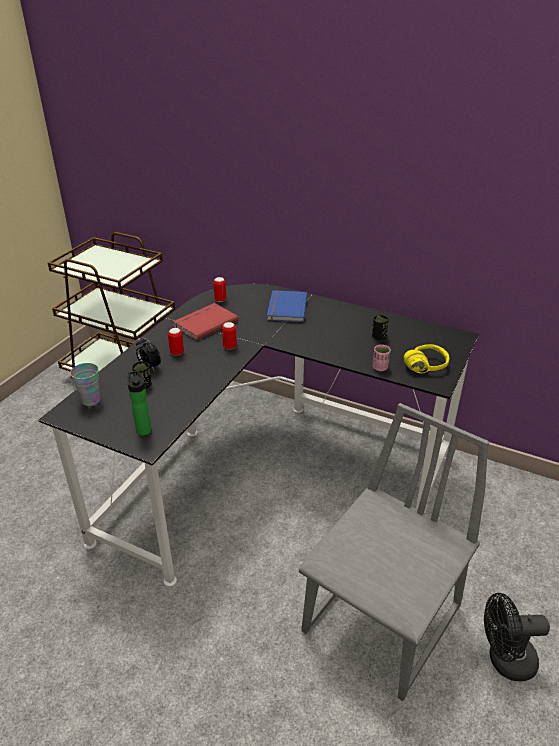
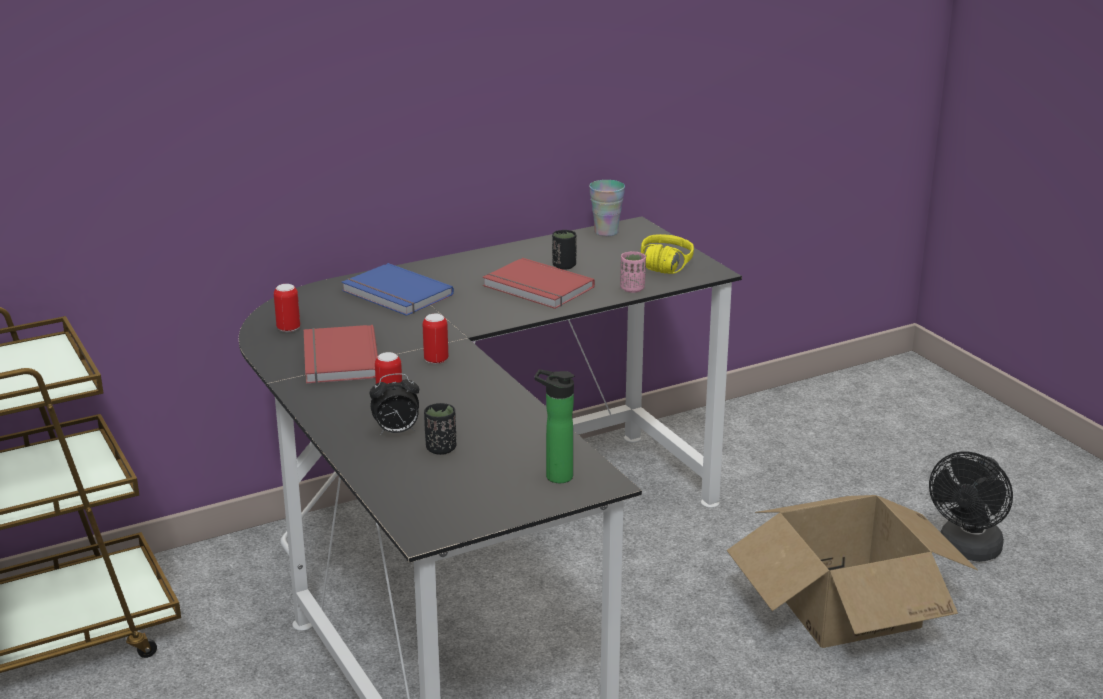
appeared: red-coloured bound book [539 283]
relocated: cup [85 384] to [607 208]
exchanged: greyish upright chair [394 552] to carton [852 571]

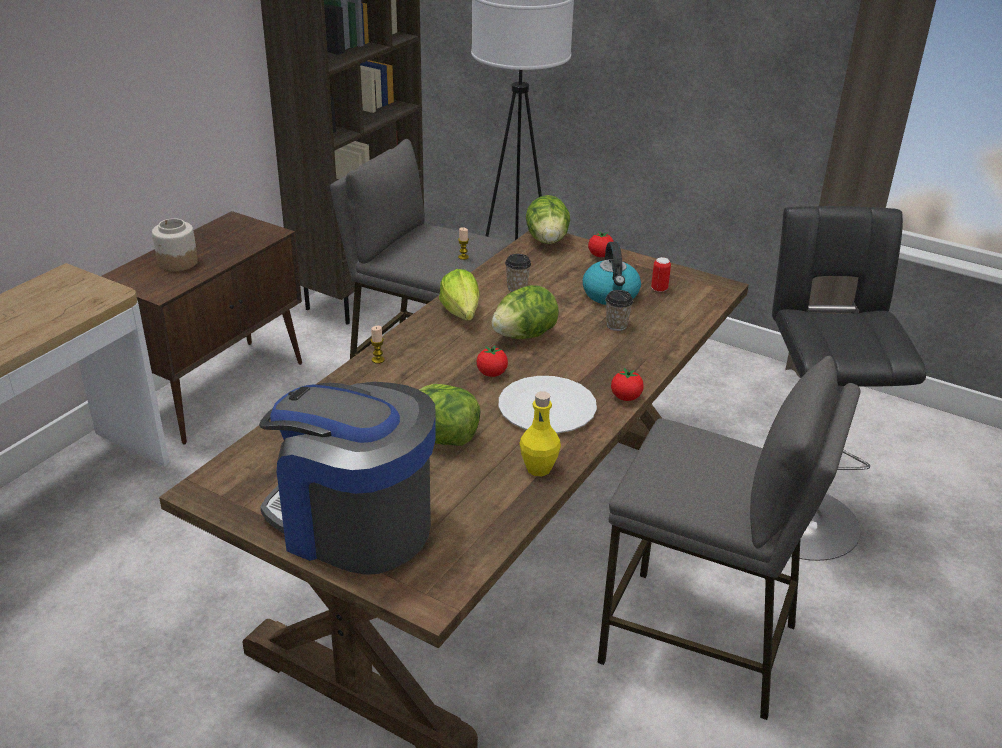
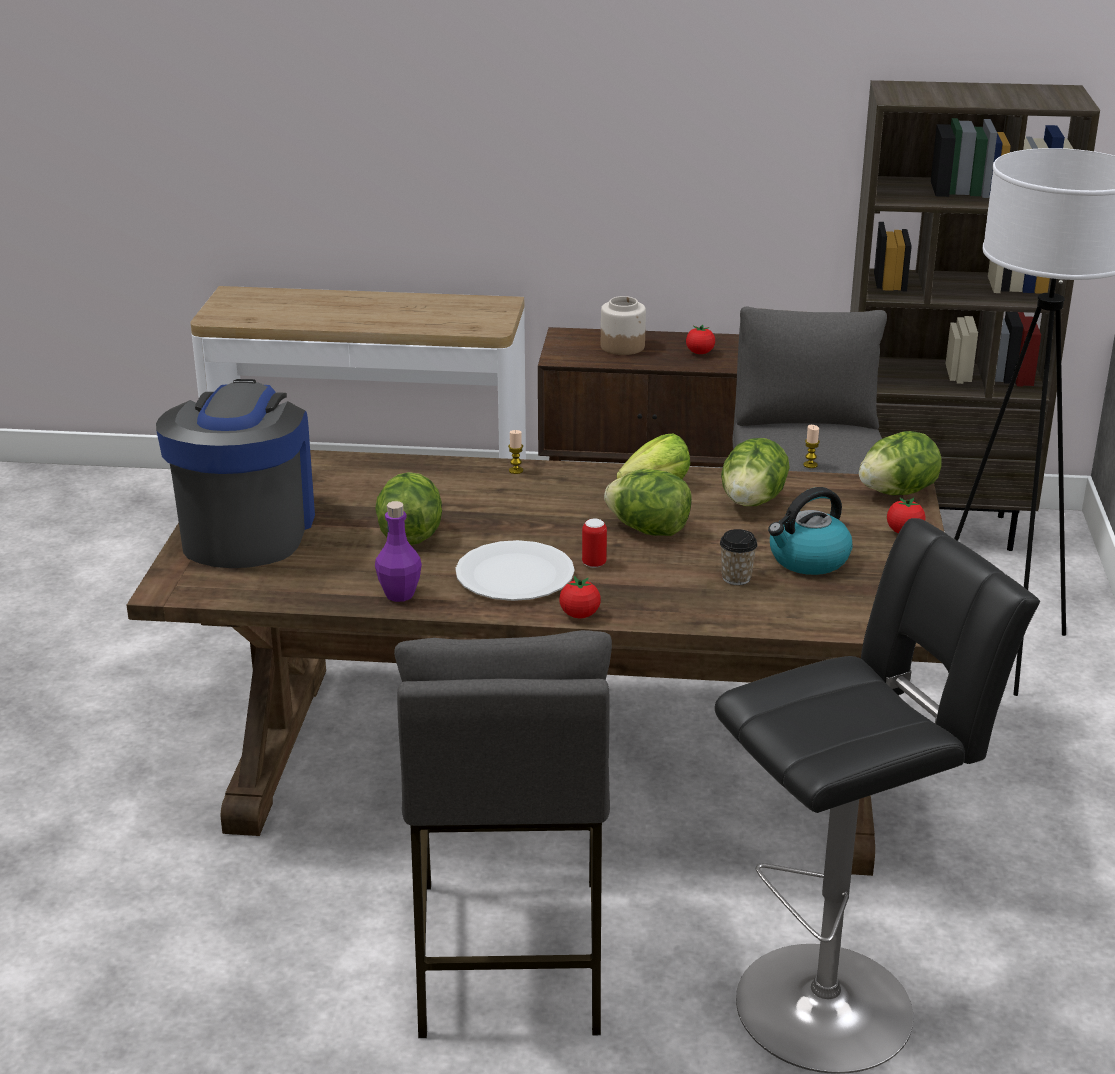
relocated: fresh tomato [492 361] to [700 339]; sealed can [661 274] to [594 543]
exchanged: cup [518 273] to lettuce [755 472]
colour: yellow drink bottle [540 433] to purple drink bottle [398 551]

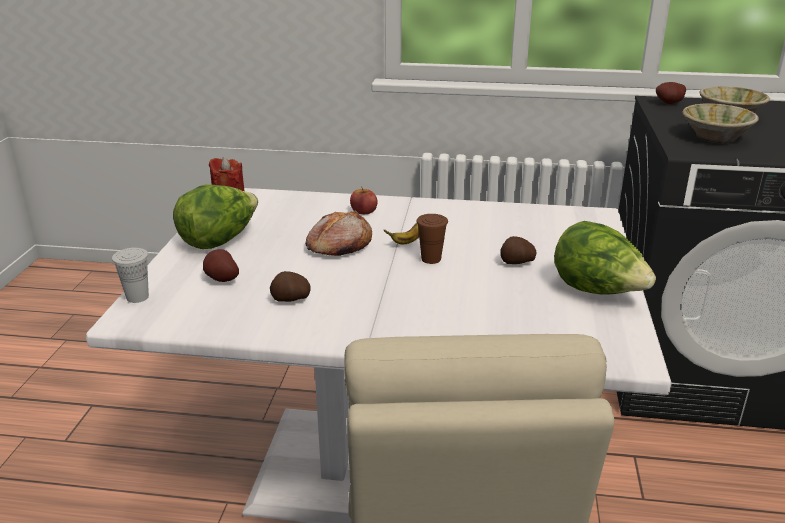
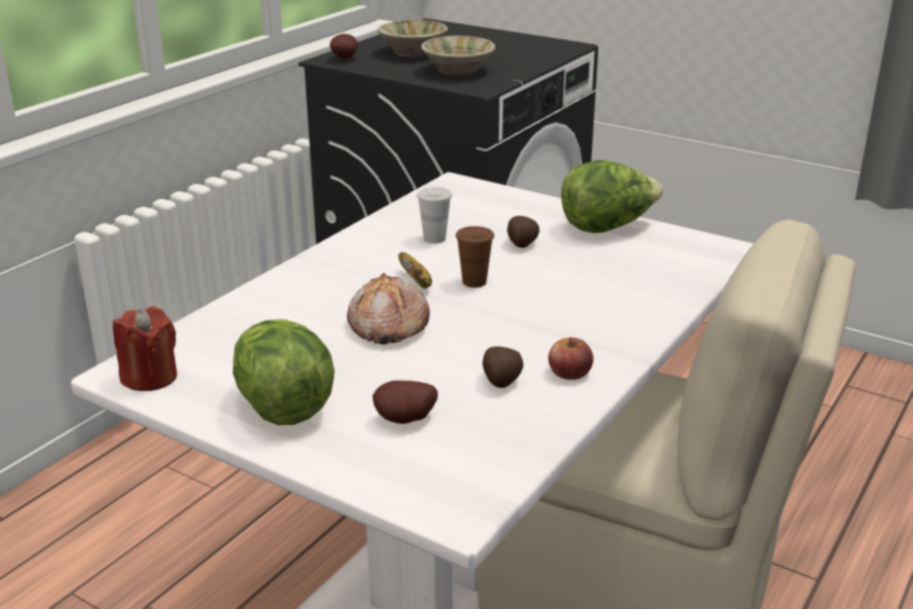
relocated: whitish cup [130 275] to [434 215]; whole apple [364 200] to [570 358]

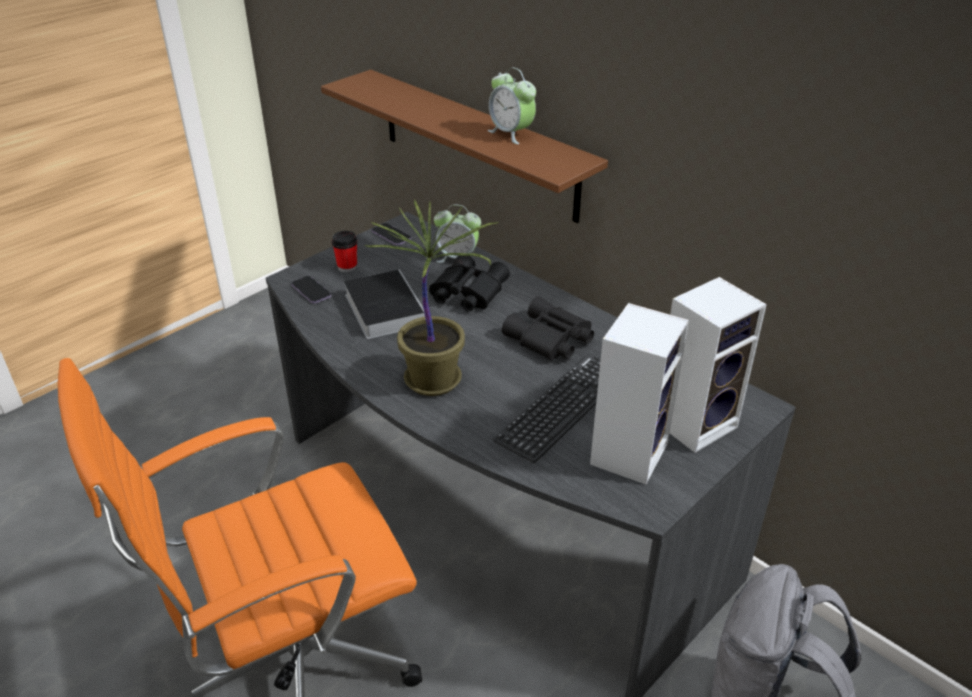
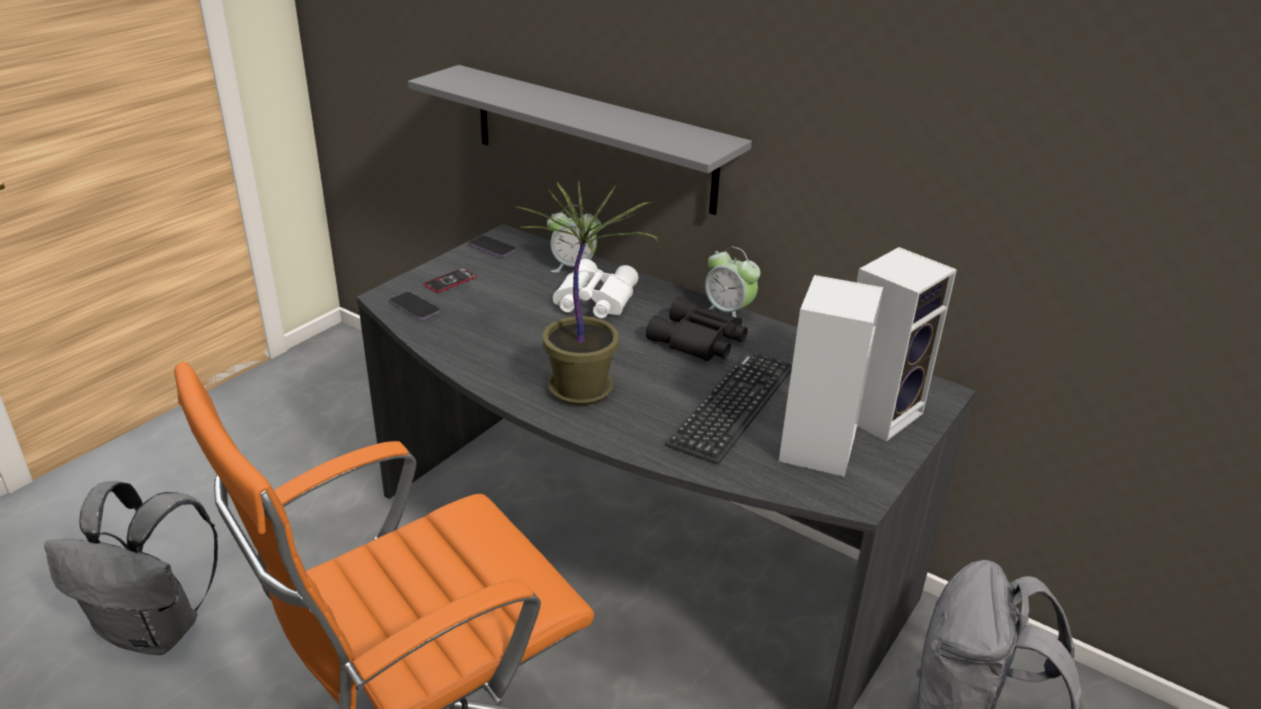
missing: bound book [384 304]
appeared: greyish backpack [131 568]
relocated: table clock [512 105] to [732 282]
exchanged: cup [345 251] to phone [450 280]
colour: brown wall shelf [464 146] to greyish wall shelf [580 140]; blackish field glasses [469 283] to whitish field glasses [595 288]

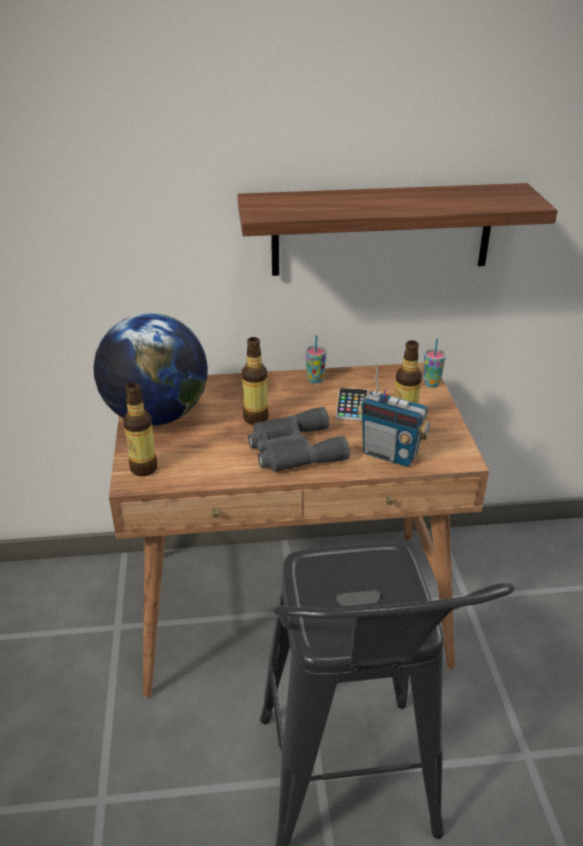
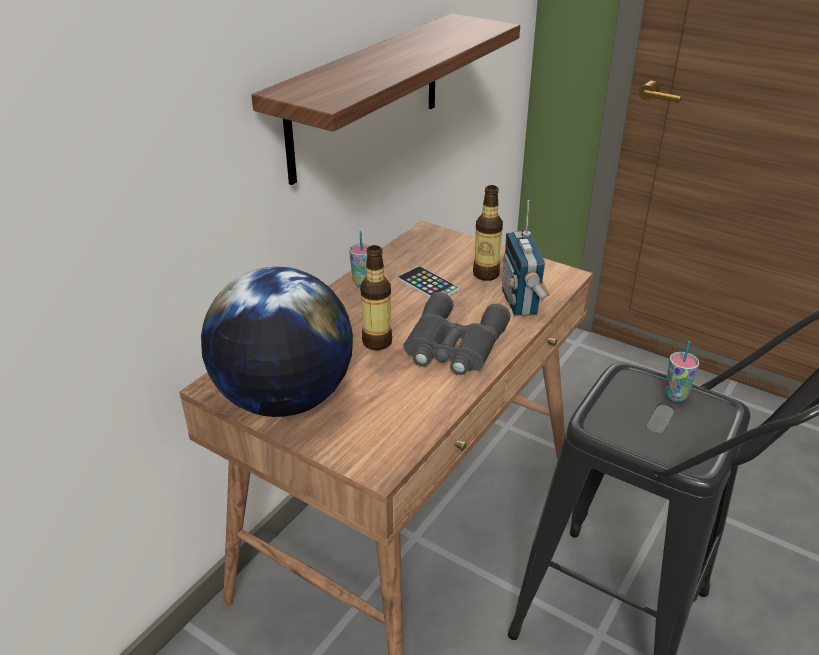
missing: drink bottle [140 429]
relocated: cup [434 362] to [682 371]
spun: radio [393 415] = [526 258] 105 degrees clockwise

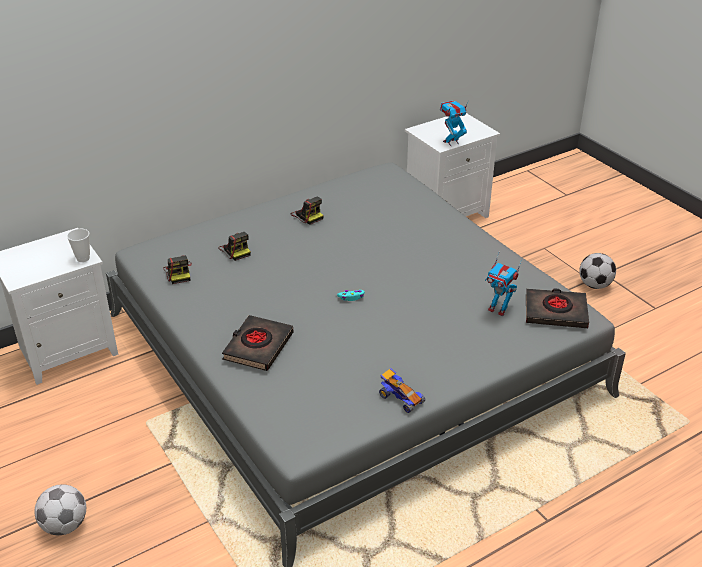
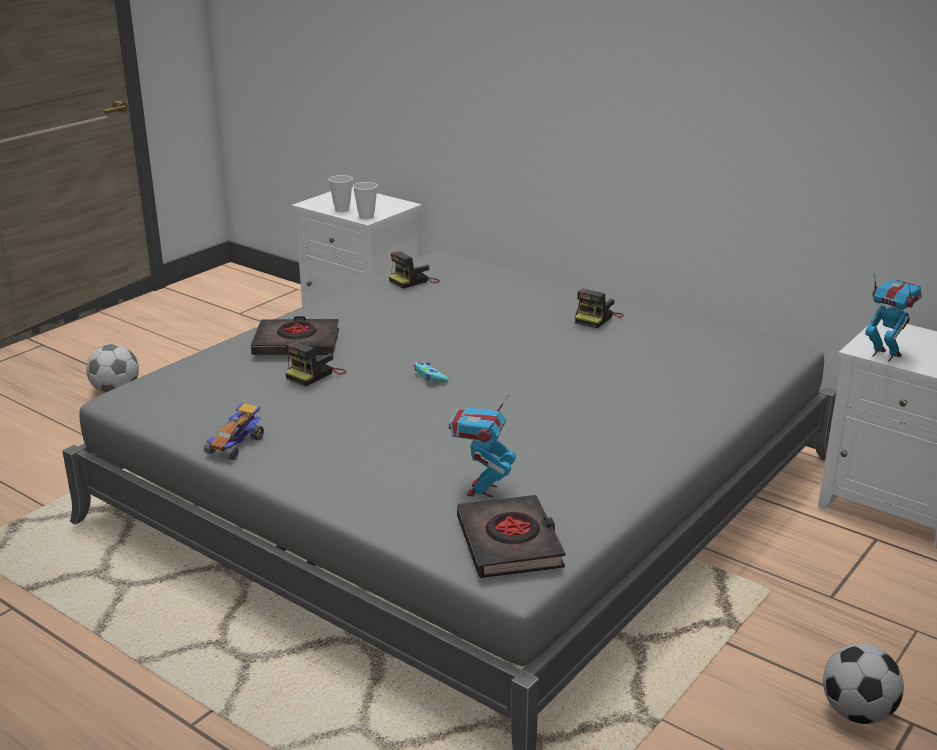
appeared: cup [340 193]
relocated: still camera [234 246] to [315 363]

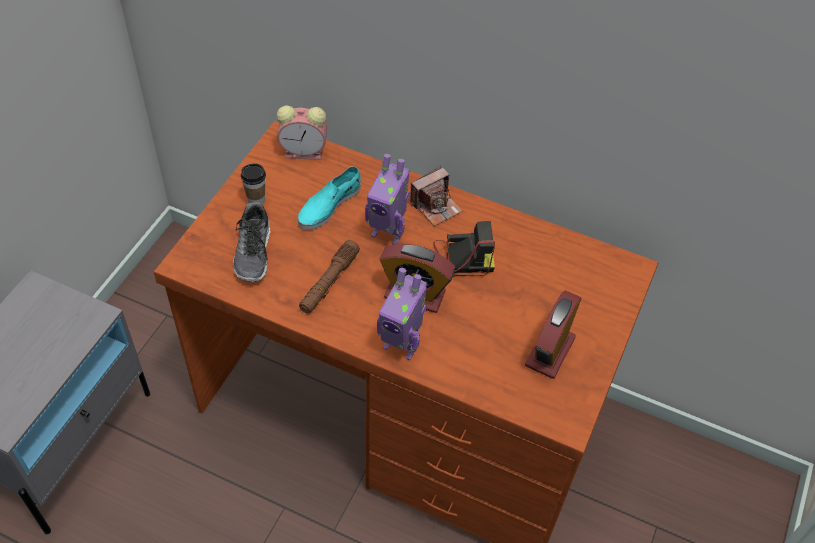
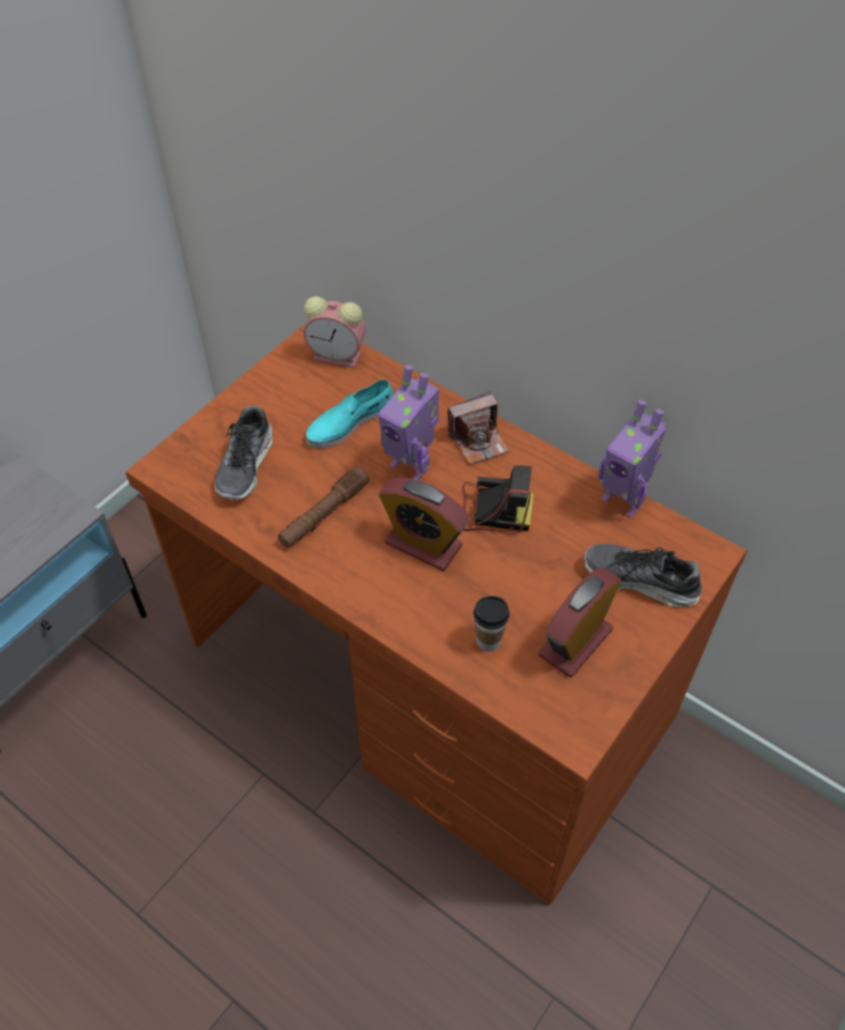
appeared: item of footwear [643 575]
relocated: cup [253 184] to [491 623]; model robot [402 314] to [632 458]

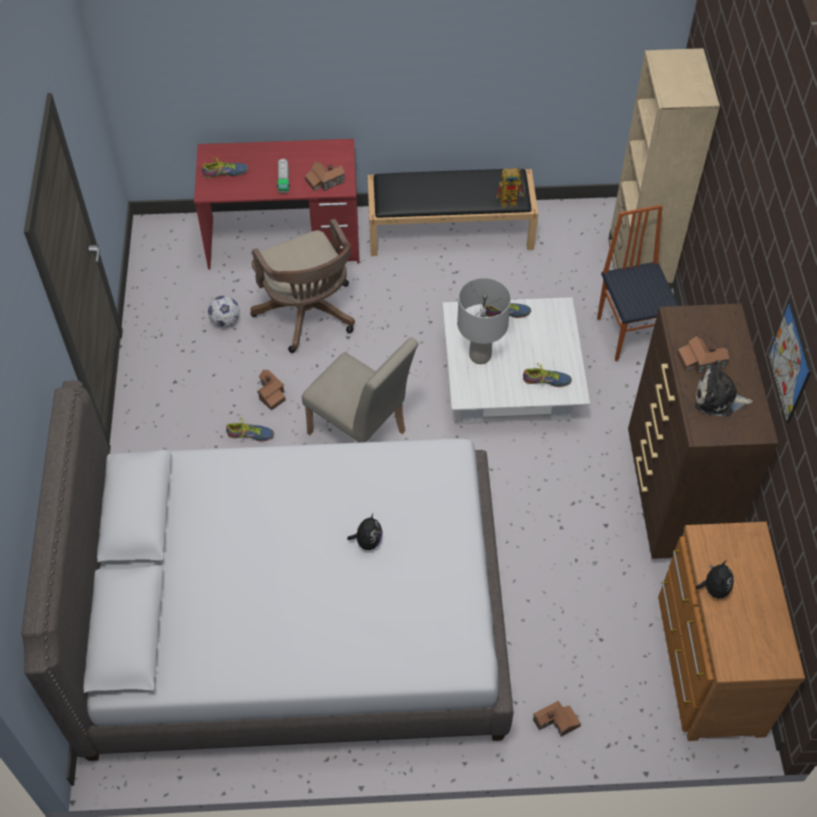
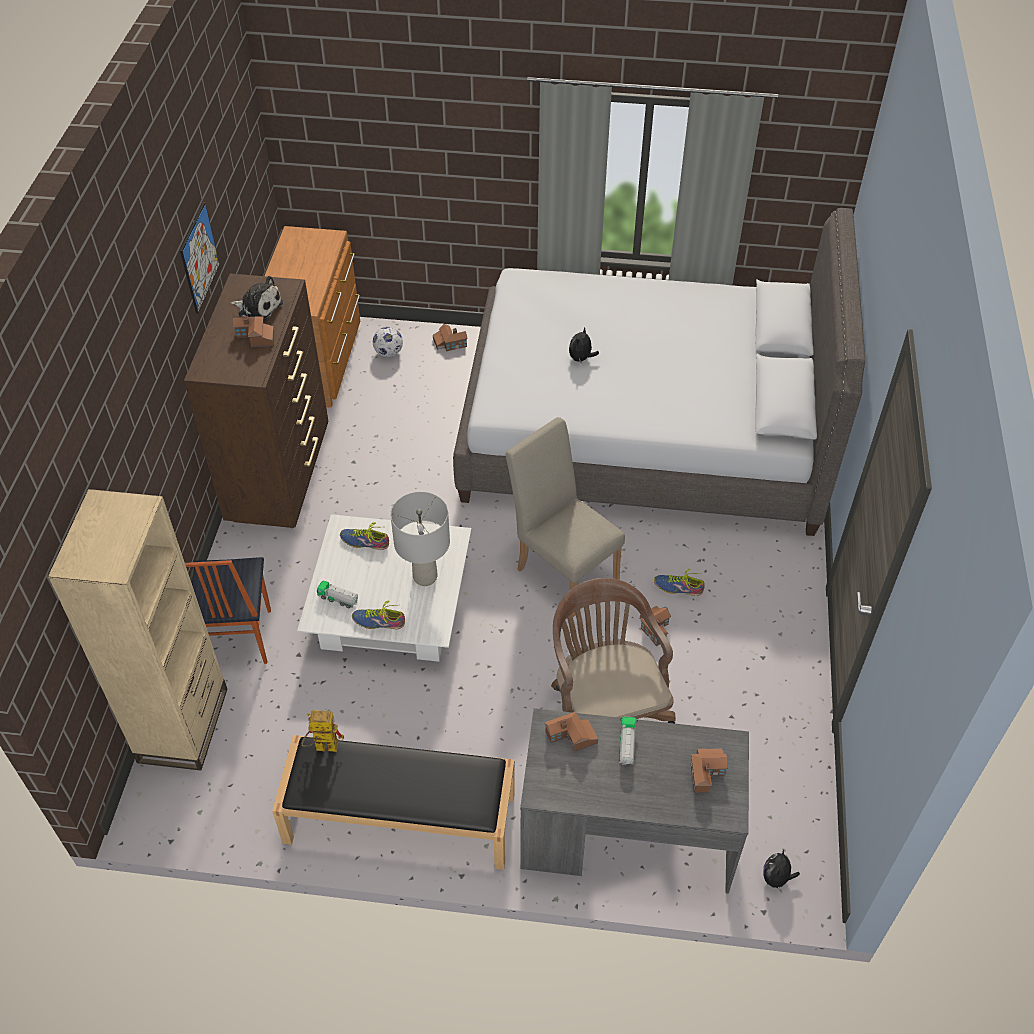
appeared: model truck [337 594]
relocated: ball for football [224 311] to [388 342]; soft toy [715 579] to [781 871]
exchanged: item of footwear [225 168] to toy house [709 771]
colour: red-coloured desk table [276 204] to greyish desk table [634 801]

